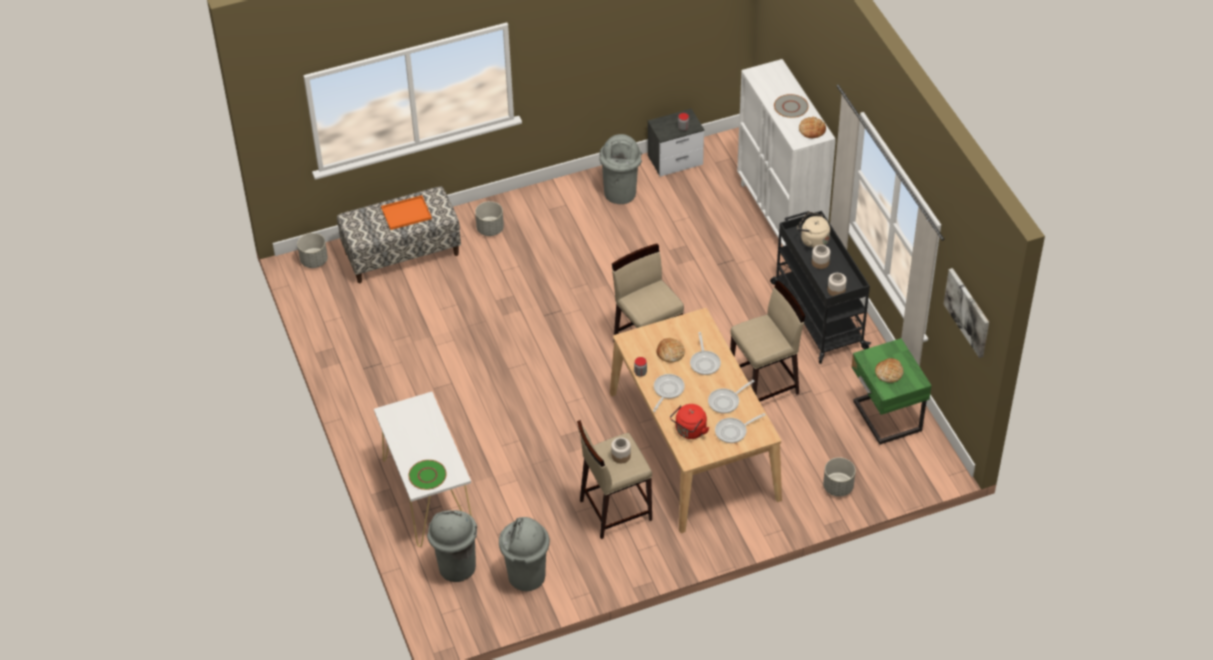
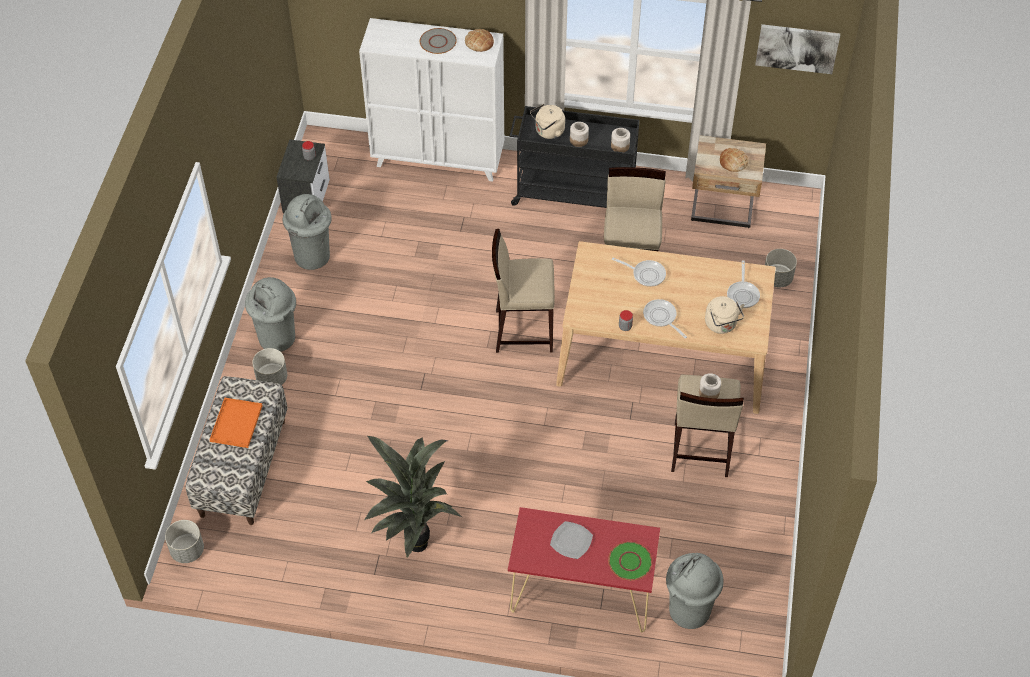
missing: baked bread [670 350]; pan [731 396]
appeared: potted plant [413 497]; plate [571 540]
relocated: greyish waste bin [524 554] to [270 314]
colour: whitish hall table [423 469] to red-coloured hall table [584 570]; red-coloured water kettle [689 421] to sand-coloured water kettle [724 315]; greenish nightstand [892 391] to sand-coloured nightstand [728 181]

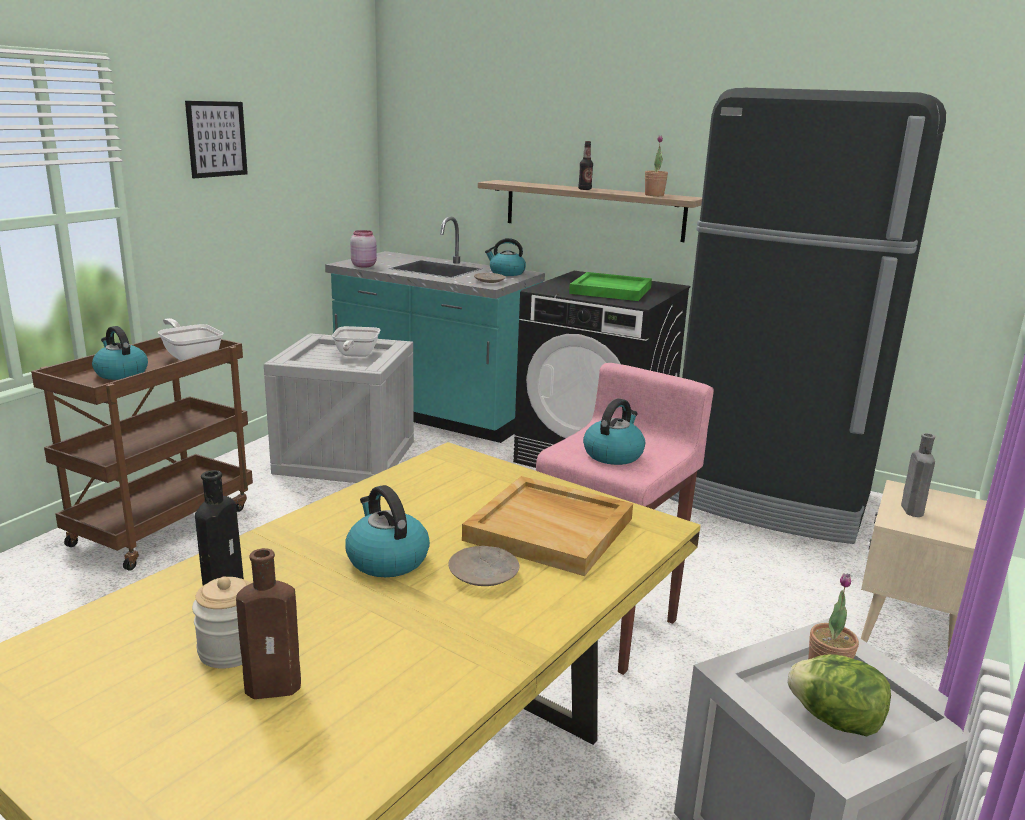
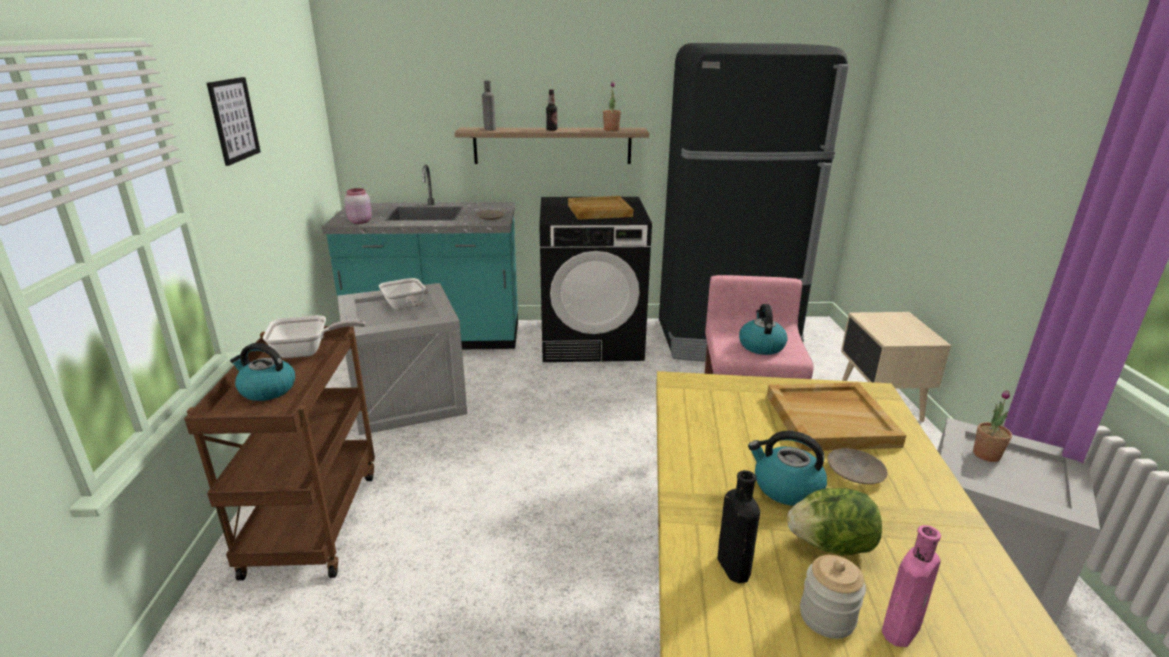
missing: water kettle [505 257]
relocated: lettuce [839 695] to [834 522]; greyish drink bottle [918 475] to [489 105]
colour: brown drink bottle [268 623] to pink-coloured drink bottle [911 586]; greenish serving tray [610 286] to sand-coloured serving tray [600 208]
spun: pan [191 339] = [314 336] 150 degrees clockwise

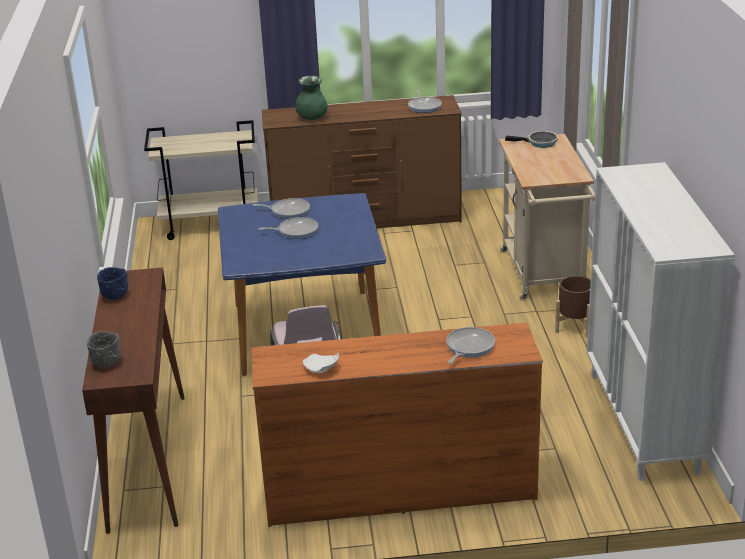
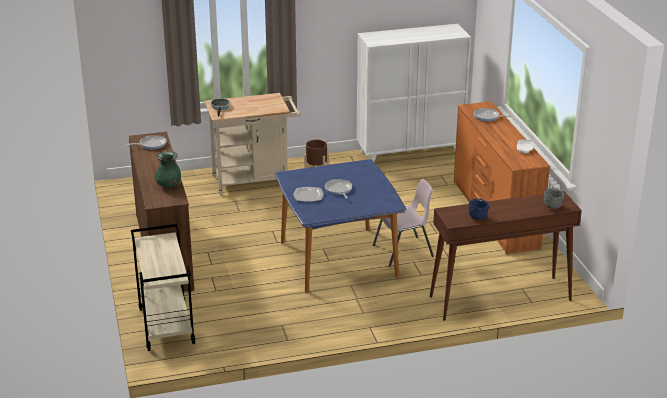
exchanged: pan [281 208] to plate [308 194]

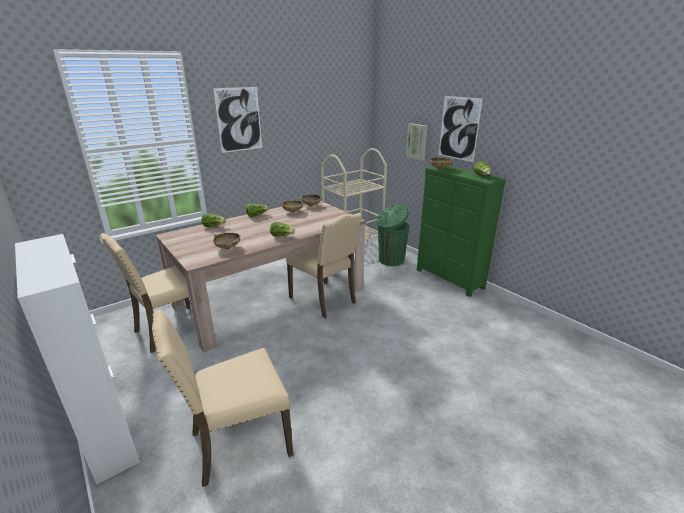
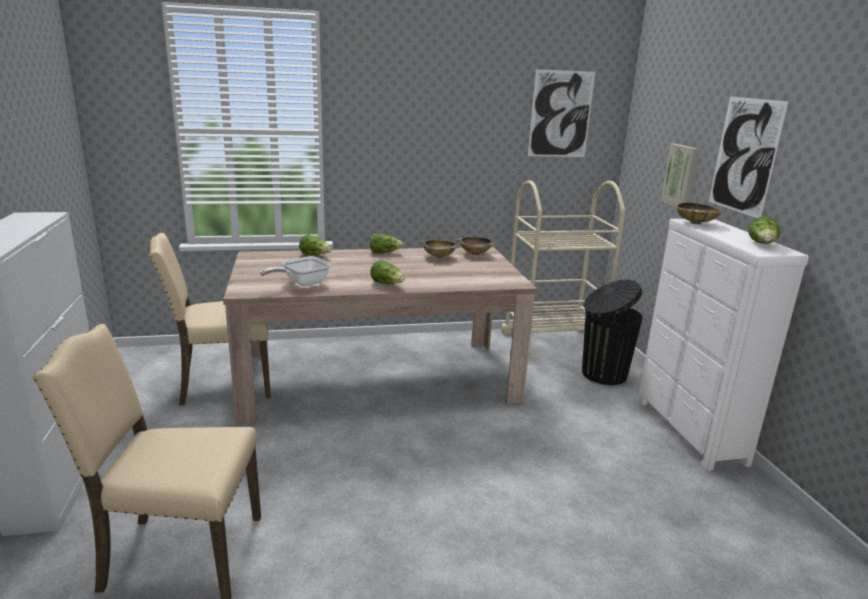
missing: sand-coloured upright chair [324 265]
relocated: wall picture [237 120] to [561 113]
exchanged: sand-coloured bowl [226 241] to pan [295 271]
colour: greenish waste bin [393 235] to blackish waste bin [612 332]; greenish chest of drawers [461 231] to whitish chest of drawers [723 345]

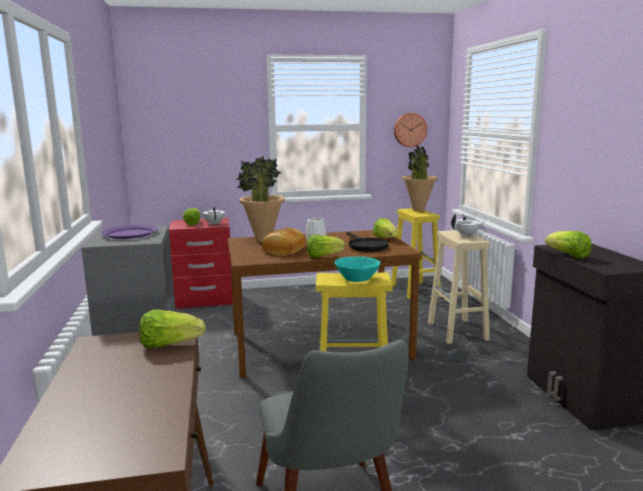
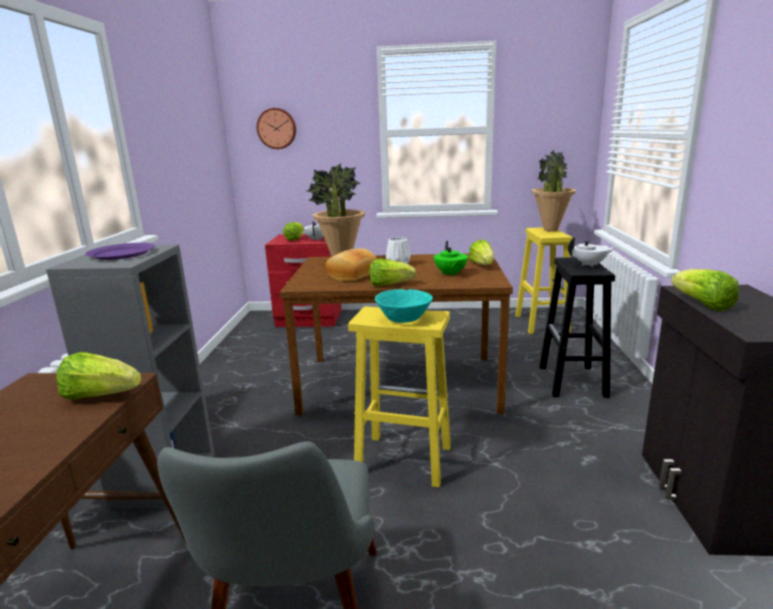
relocated: hanging clock [410 130] to [276 128]
exchanged: blackish pan [368 242] to greenish teapot [451 258]
colour: sand-coloured stool seat [459 287] to blackish stool seat [577 327]

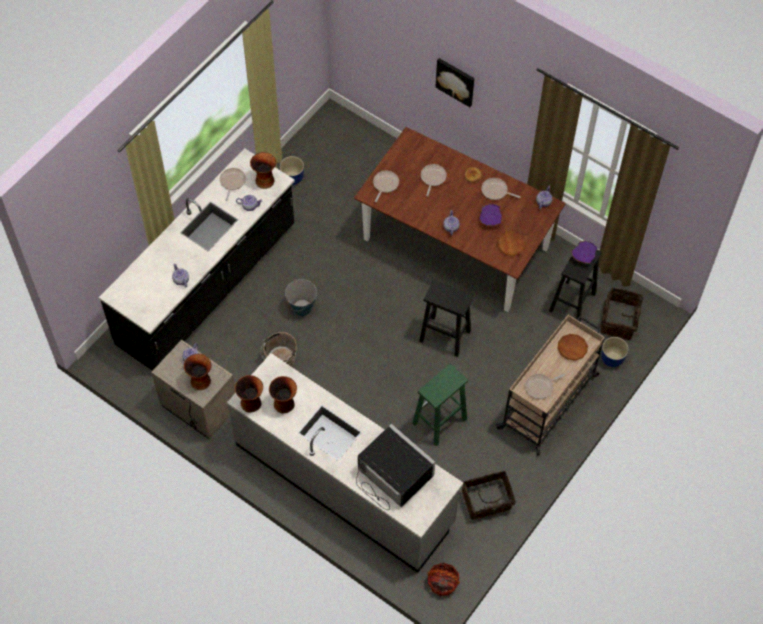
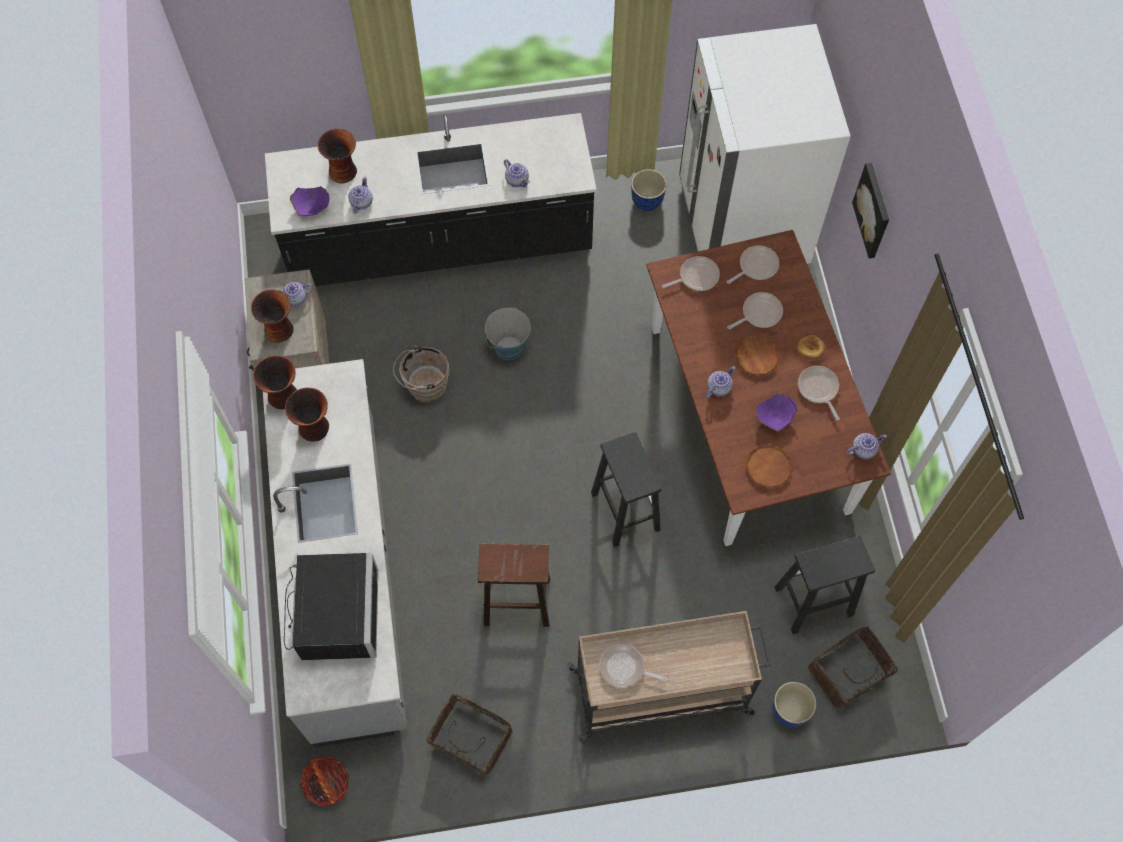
appeared: whitish fridge [765 146]
relocated: pan [233 184] to [753 264]; flower vase [263 170] to [337 156]; brown plate [572 347] to [757 355]; purple bowl [585 252] to [309 201]
colour: greenish stool seat [440 405] to brown stool seat [514 585]

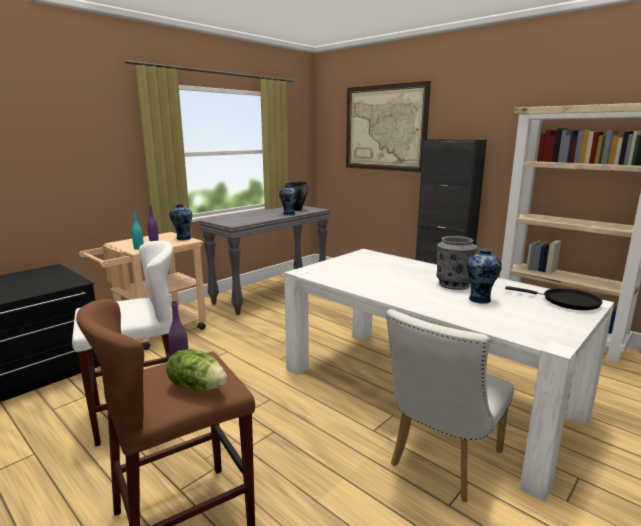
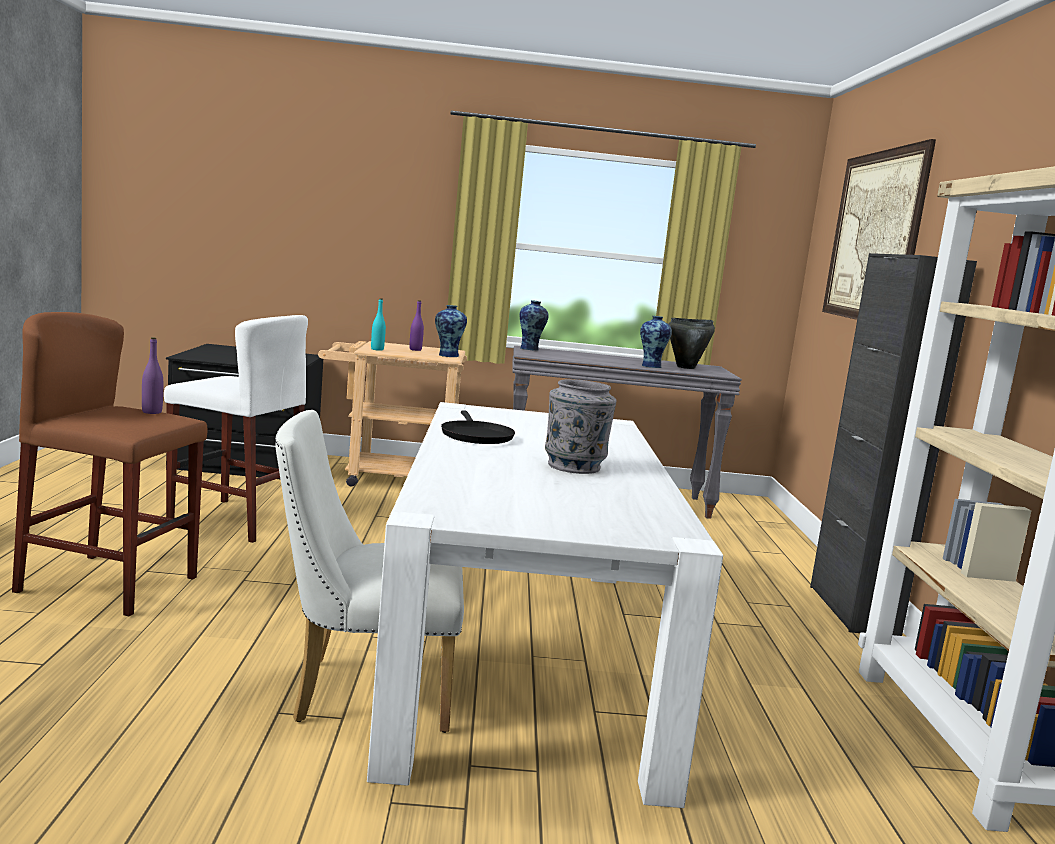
missing: lettuce [196 370]
relocated: flower vase [484 276] to [534 325]; blackish pan [553 298] to [478 427]

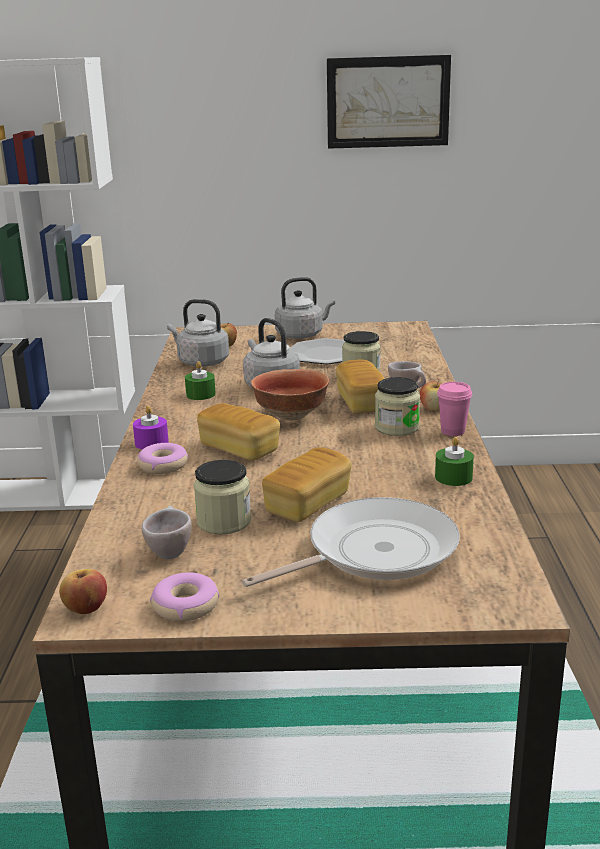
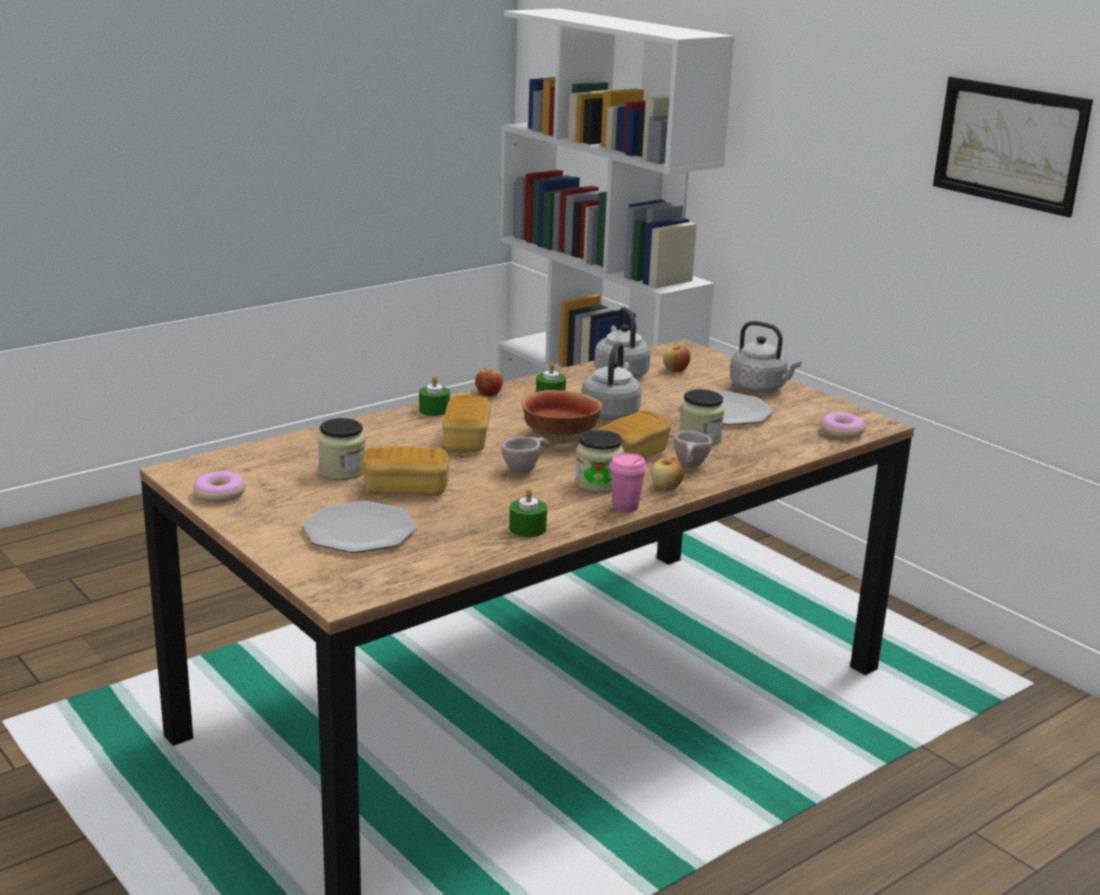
relocated: whole apple [83 591] to [489 382]; donut [163 458] to [842 426]; sand-coloured cup [167 532] to [523 455]
exchanged: pan [350 542] to plate [359 527]
colour: purple candle [151 427] to greenish candle [434 395]

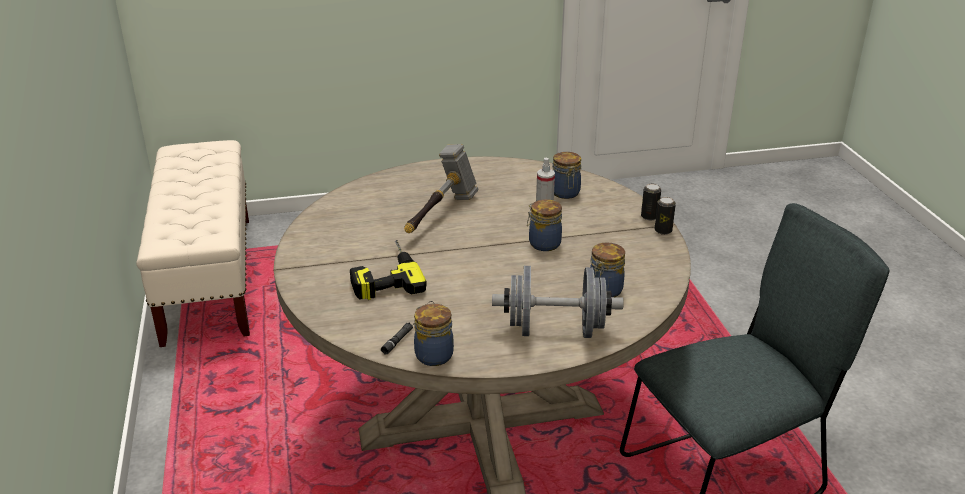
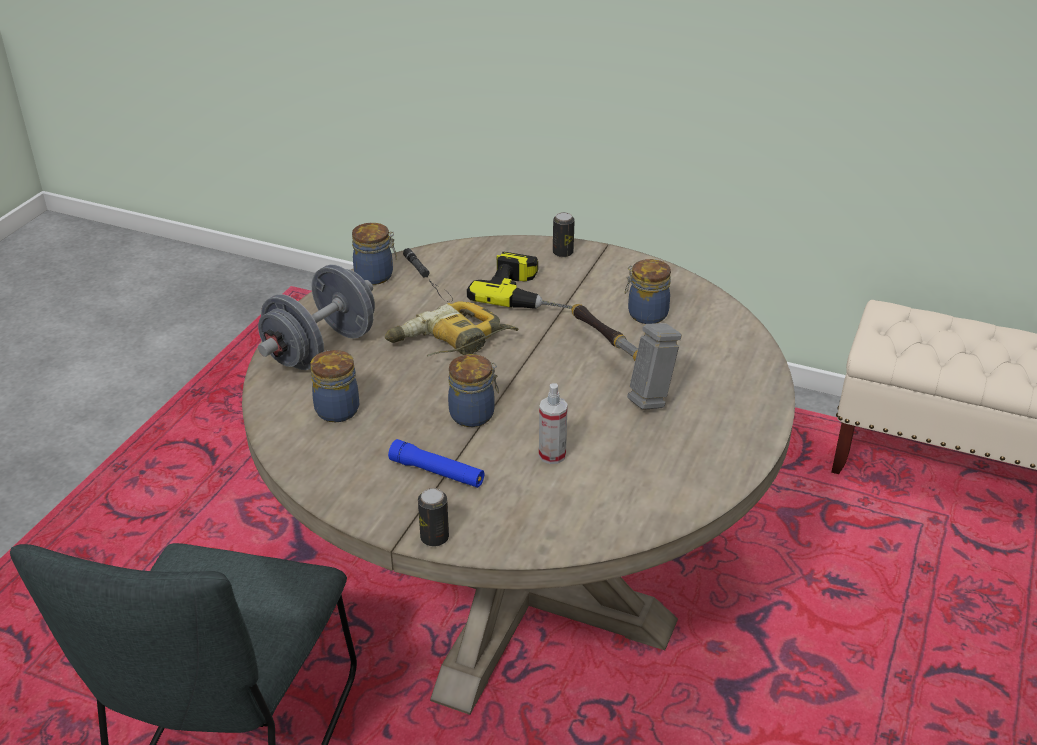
appeared: power drill [451 328]; blue-coloured hand torch [436 463]
relocated: storage jar [566 175] to [648 291]; sealed can [665 216] to [564 234]

